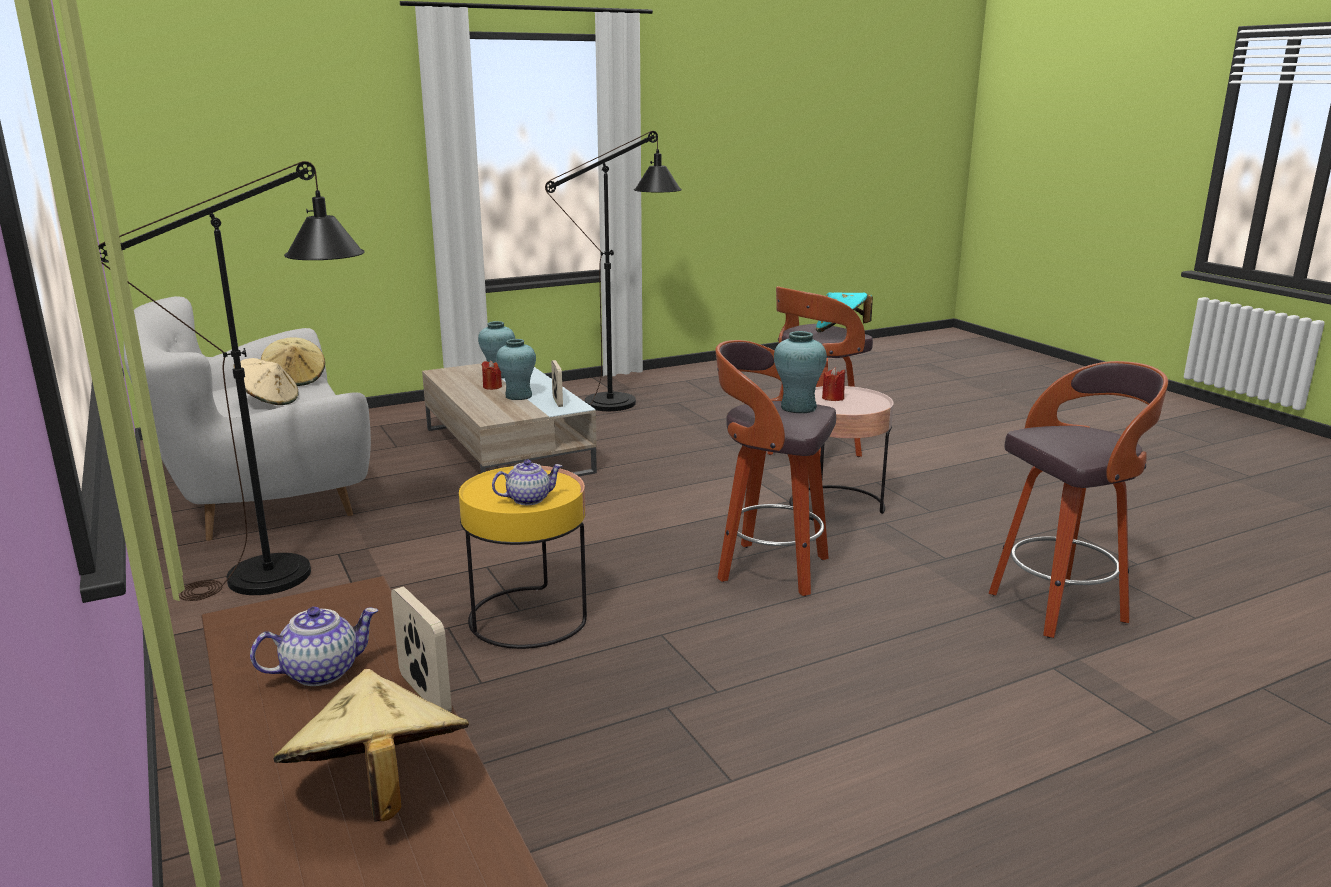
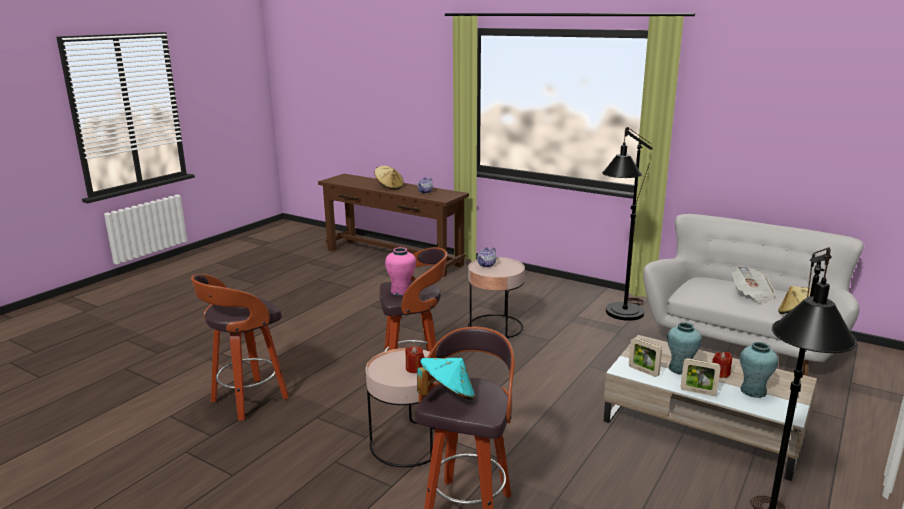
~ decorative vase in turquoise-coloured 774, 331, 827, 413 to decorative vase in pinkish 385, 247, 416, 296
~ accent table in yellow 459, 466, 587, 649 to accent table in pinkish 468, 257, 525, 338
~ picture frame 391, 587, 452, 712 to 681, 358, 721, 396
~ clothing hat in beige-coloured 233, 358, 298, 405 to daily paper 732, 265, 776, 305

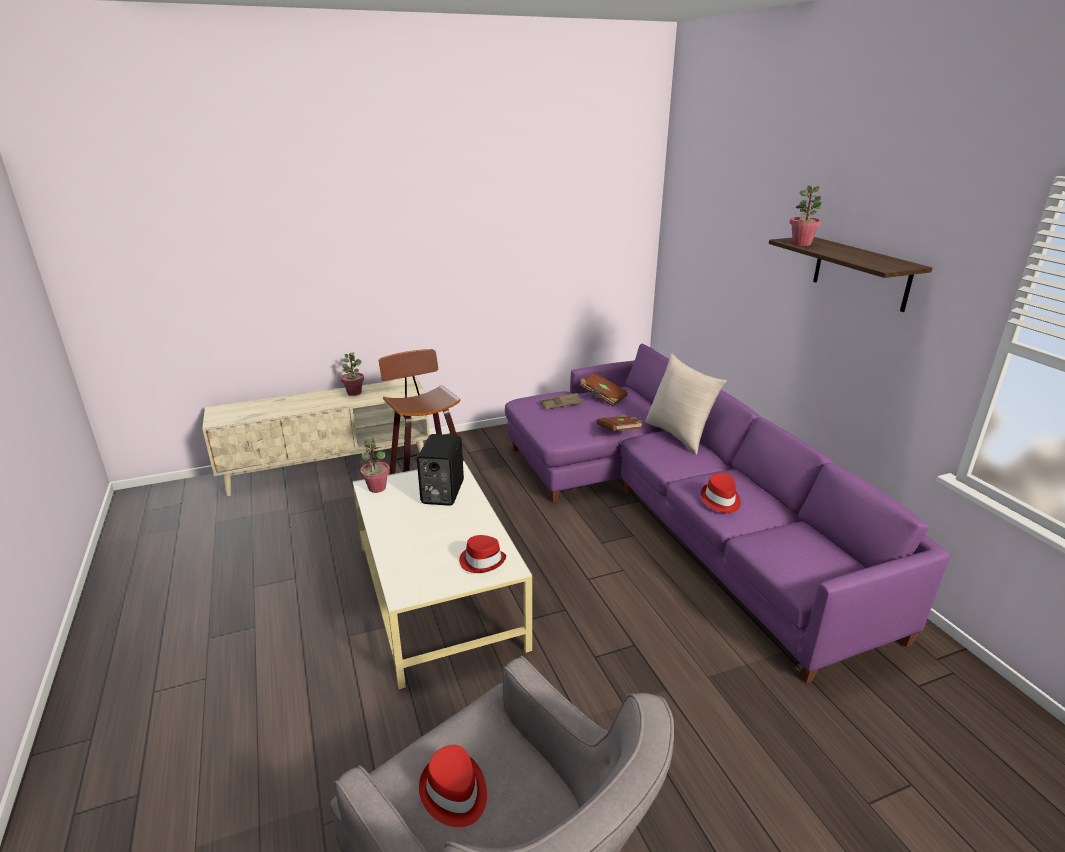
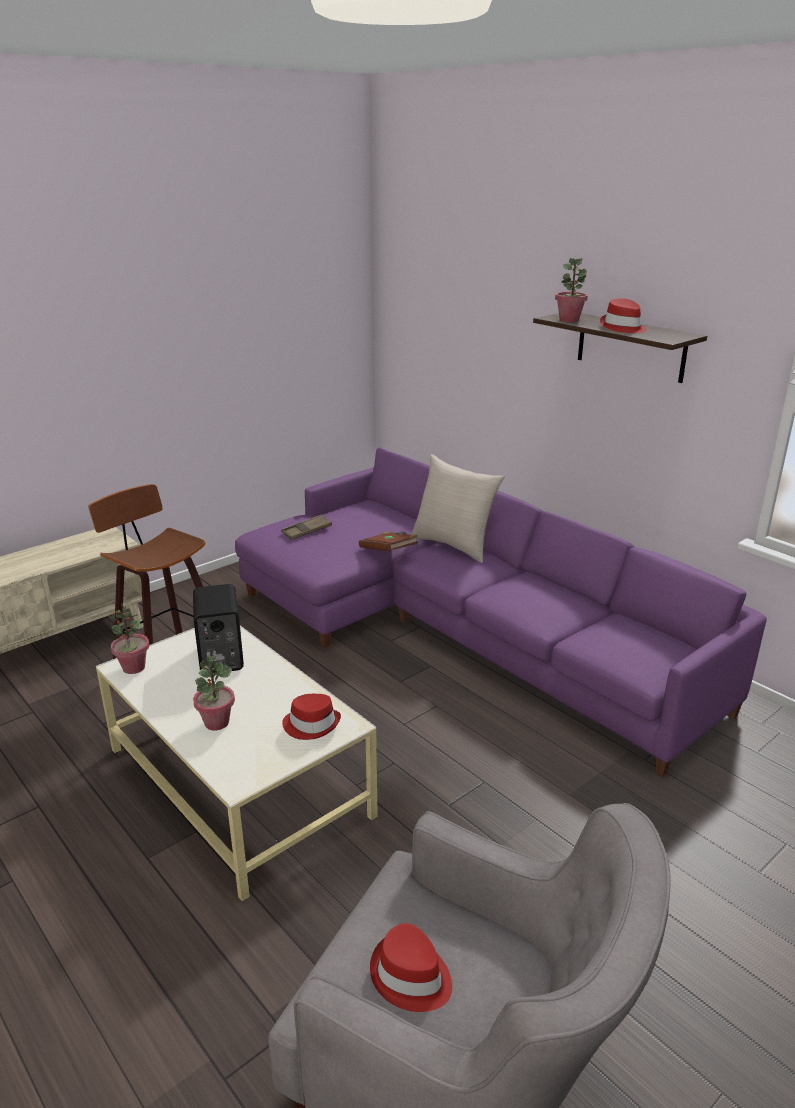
~ plant in a pot 341, 352, 364, 396 to 193, 655, 235, 730
~ clothing hat in reddish 701, 473, 741, 513 to 600, 298, 647, 333
- bound book in brown 579, 372, 628, 406

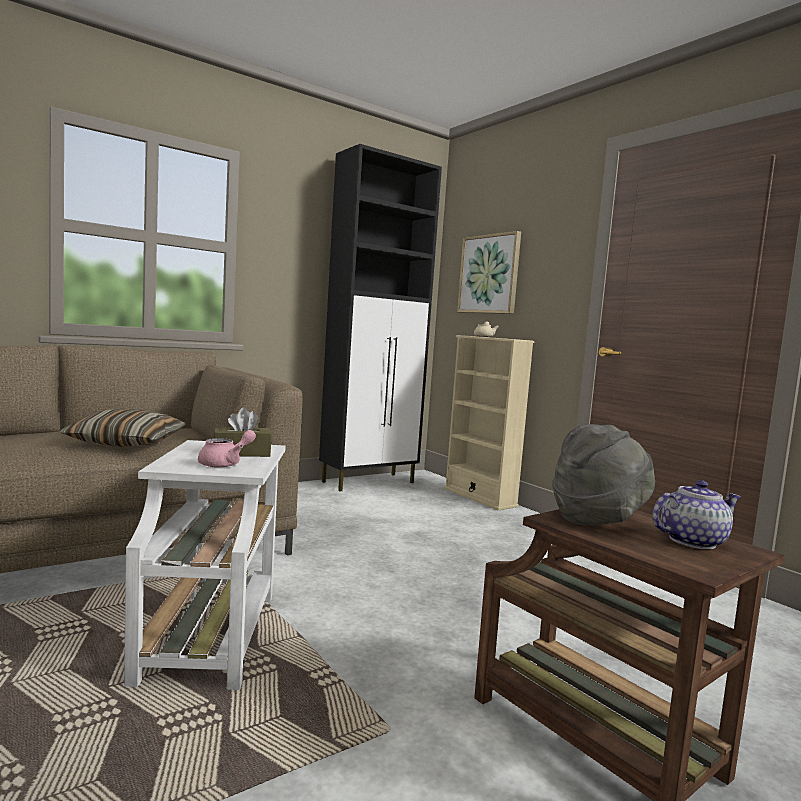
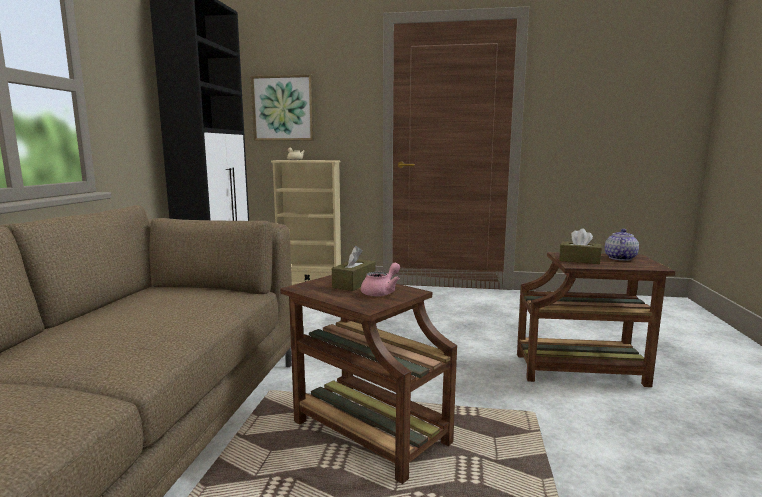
~ accent table in white 124, 440, 286, 690 to accent table in brown 280, 275, 457, 484
~ tea pot in pinkish 198, 430, 256, 468 = 361, 263, 400, 297 45 degrees clockwise
~ clothing hat in grey 552, 424, 655, 526 to tissue box in brown 559, 228, 602, 264
- throw pillow 60, 409, 186, 447

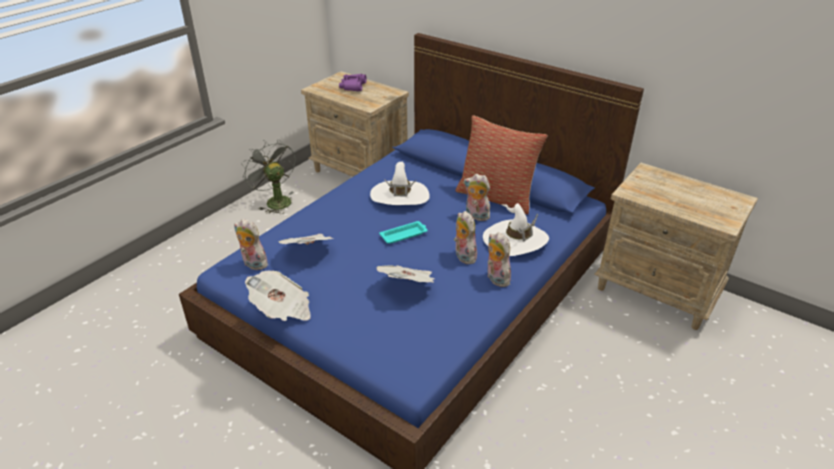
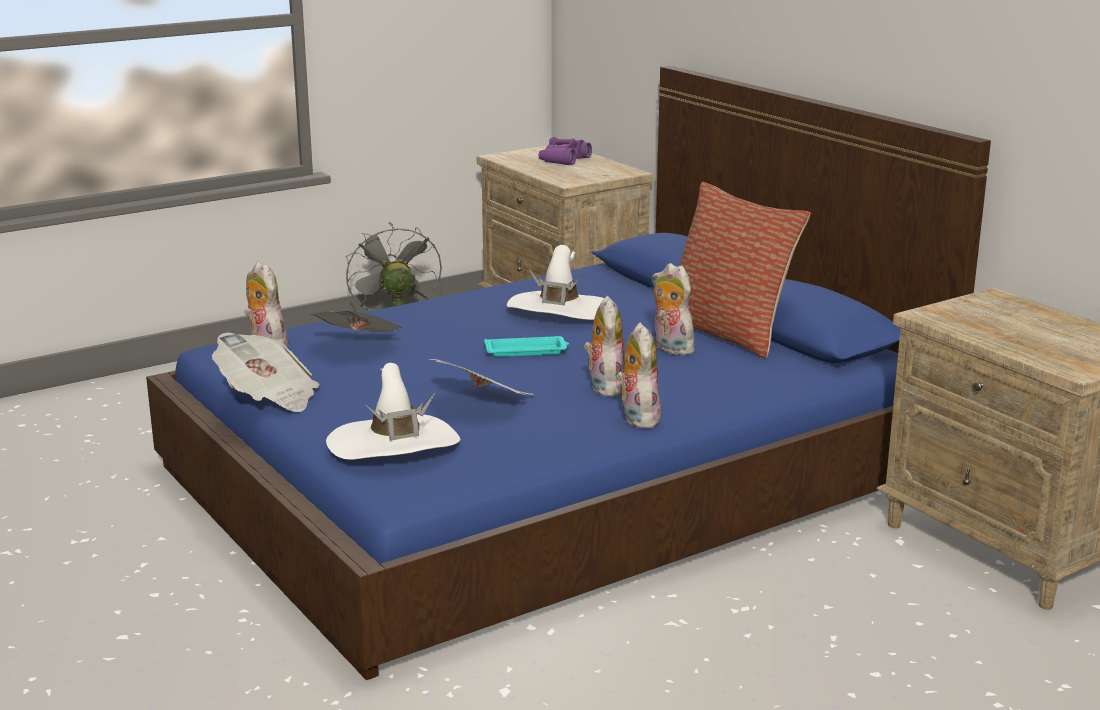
~ clothing hat in white 483, 203, 549, 256 to 326, 363, 460, 460

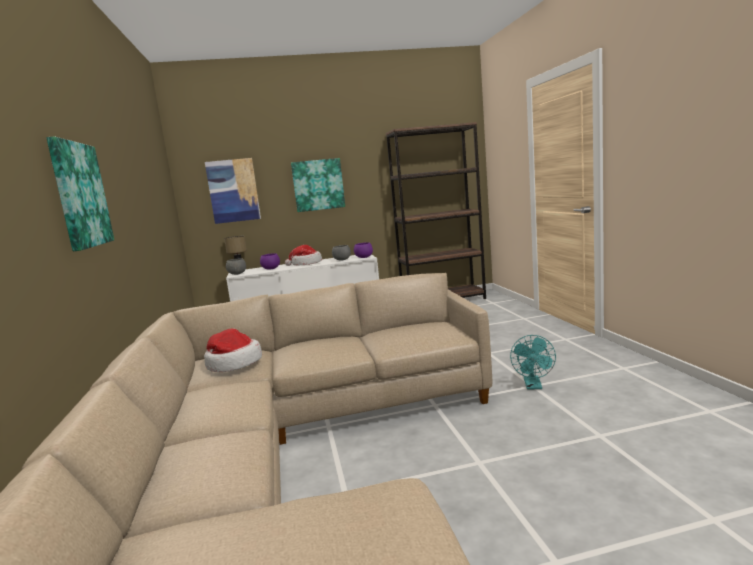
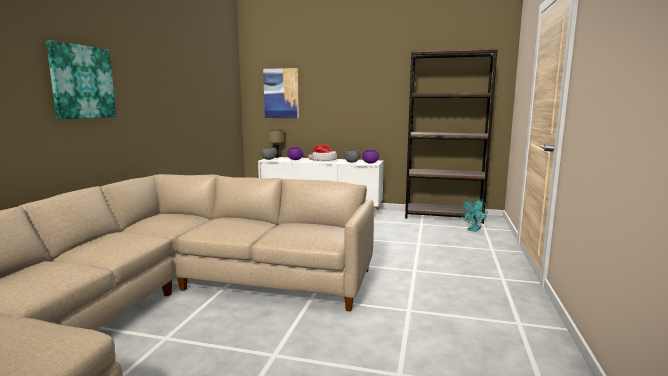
~ electric fan in turquoise-coloured 510, 335, 556, 390 to 461, 198, 487, 232
- clothing hat 204, 329, 262, 372
- picture 291, 158, 345, 212

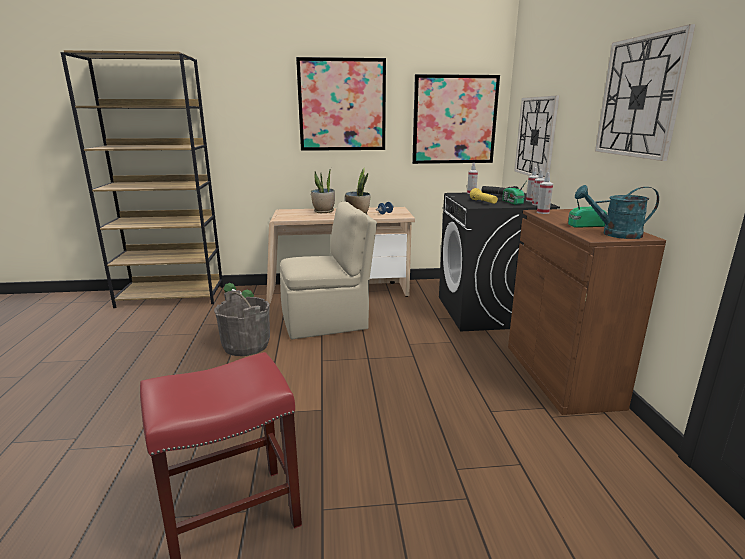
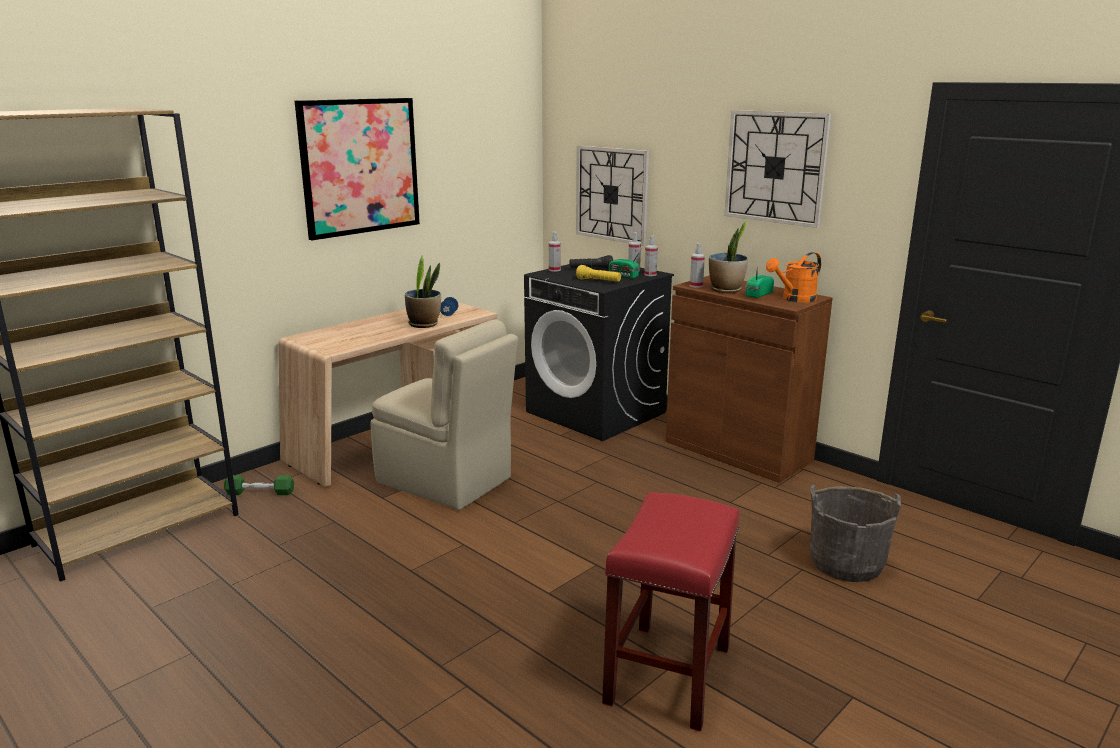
~ plain chair in beige-coloured 280, 202, 377, 340 = 370, 319, 518, 510 90 degrees clockwise
~ plant in a pot 311, 168, 335, 213 to 709, 220, 748, 293
~ watering can in turquoise-coloured 575, 185, 659, 239 to watering can in orange 766, 252, 821, 303
~ water bucket in grey 214, 290, 270, 356 to 810, 485, 901, 582
- picture 412, 74, 500, 164

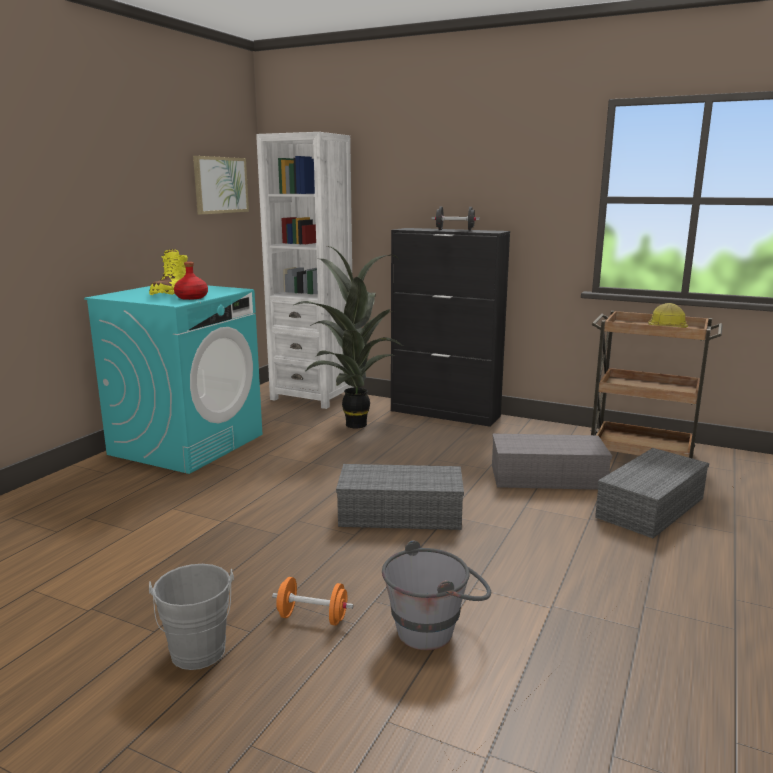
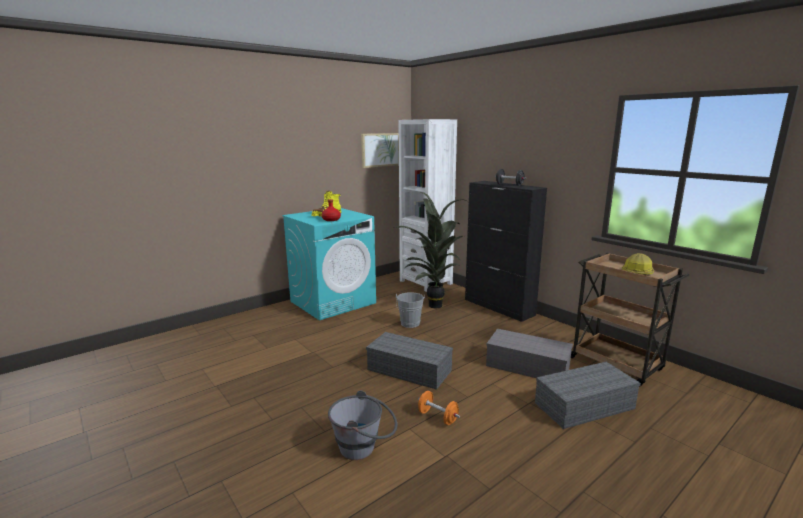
~ water bucket in grey 149, 564, 234, 670 to 396, 292, 425, 328
~ dumbbell in orange 272, 577, 353, 625 to 418, 391, 460, 425

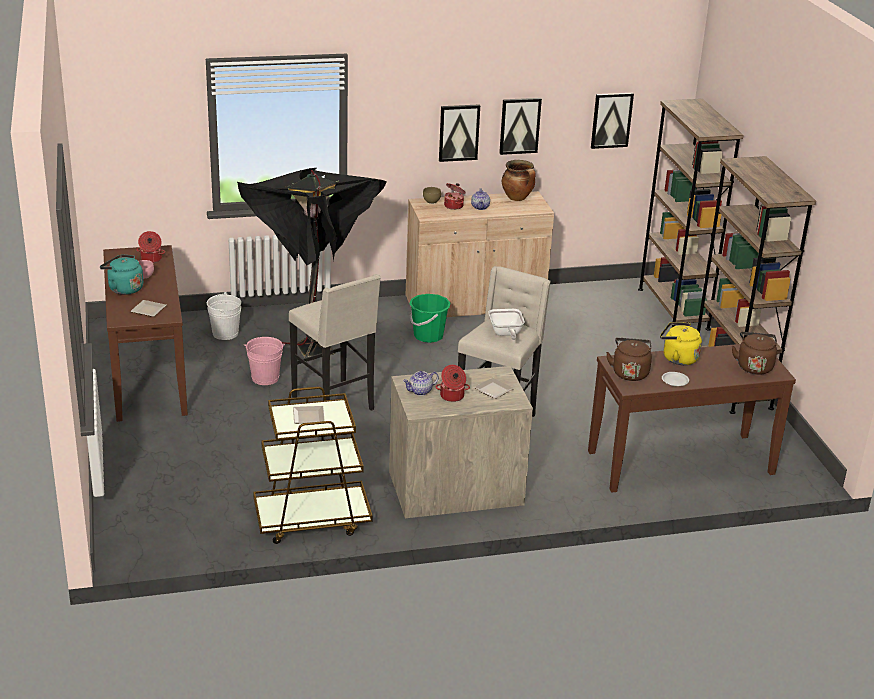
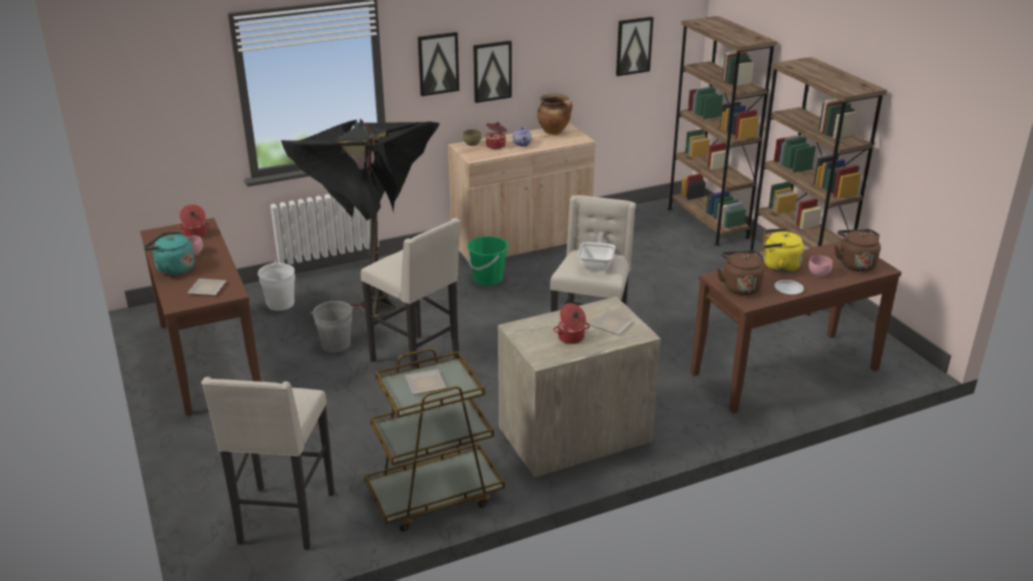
+ stool in beige-coloured 201, 377, 335, 550
~ water bucket in pinkish 244, 337, 285, 385 to water bucket in grey 310, 301, 354, 353
~ picture 499, 98, 542, 155 to 418, 32, 459, 96
~ skillet 488, 309, 525, 340 = 578, 232, 615, 271 150 degrees counterclockwise
+ serving bowl in pinkish 809, 255, 833, 277
- tea pot 403, 371, 439, 396

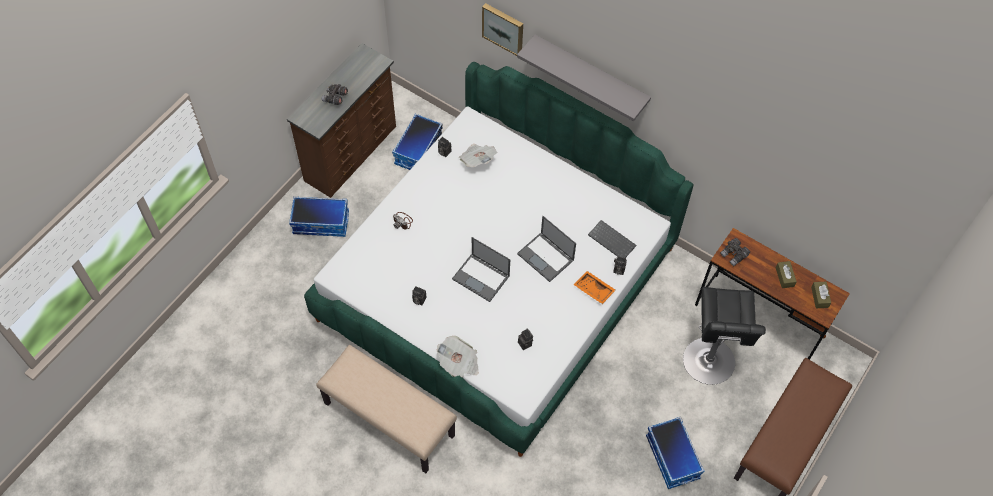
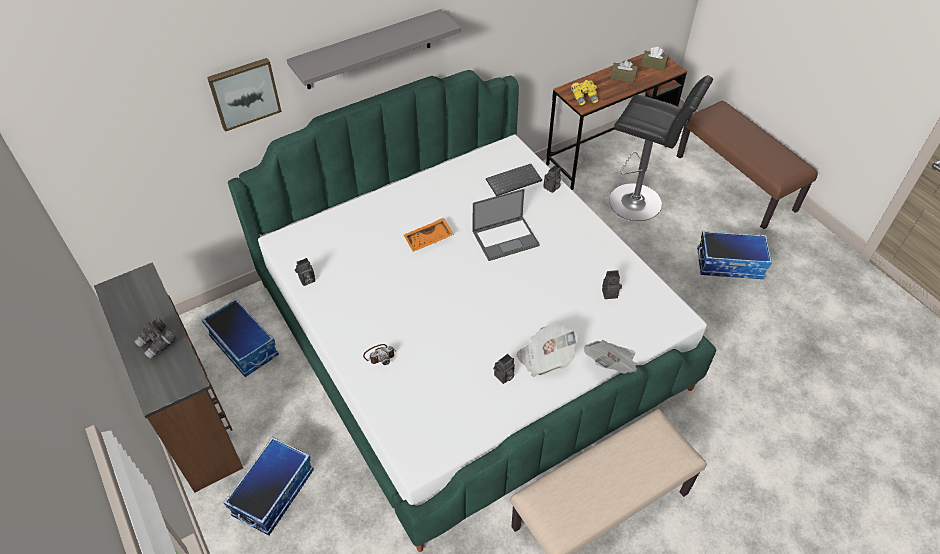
~ carrying tray in orange 573, 271, 616, 304 to 404, 218, 454, 252
~ daily paper 458, 144, 497, 167 to 516, 323, 579, 377
~ field glasses in grey 720, 238, 750, 266 to field glasses in yellow 571, 80, 598, 105
- portable computer 452, 237, 510, 302

